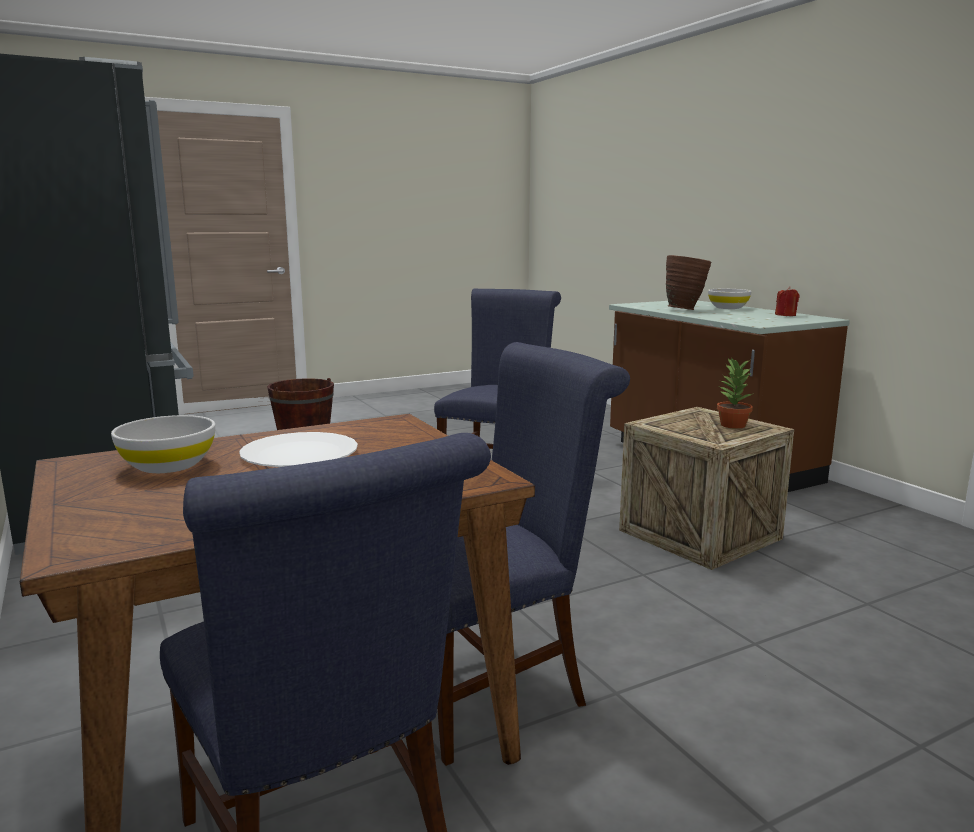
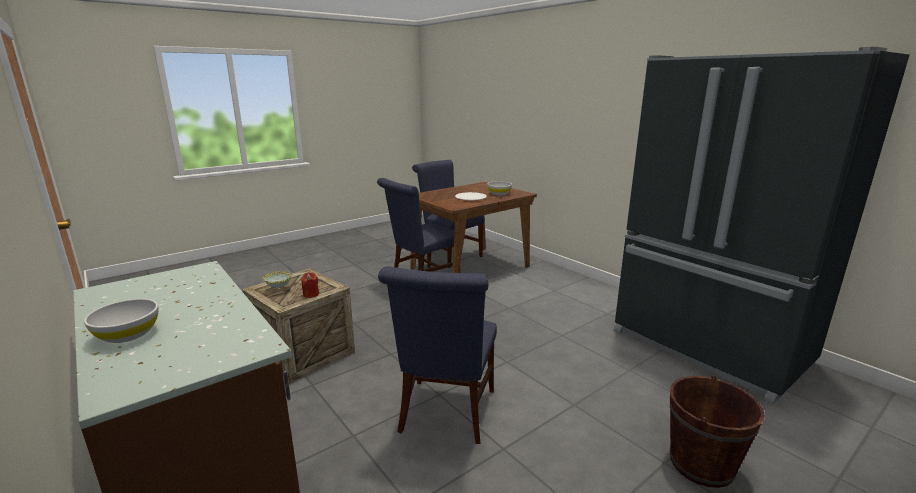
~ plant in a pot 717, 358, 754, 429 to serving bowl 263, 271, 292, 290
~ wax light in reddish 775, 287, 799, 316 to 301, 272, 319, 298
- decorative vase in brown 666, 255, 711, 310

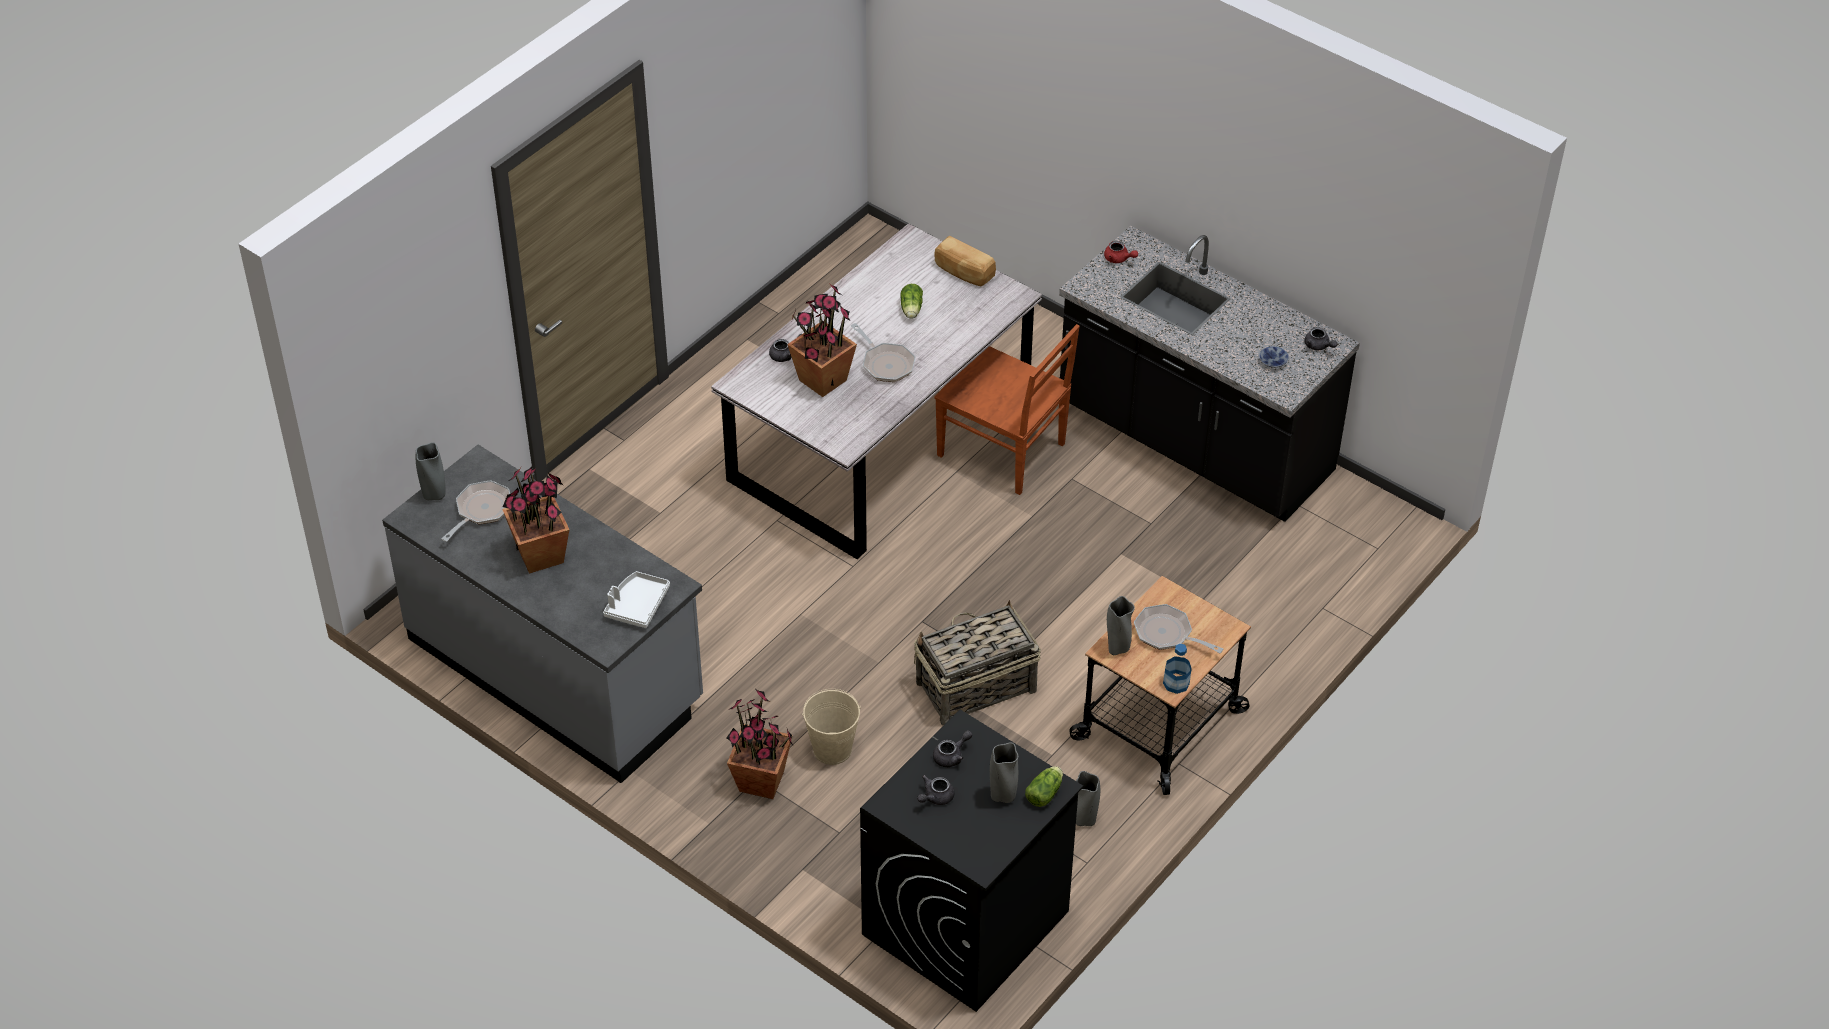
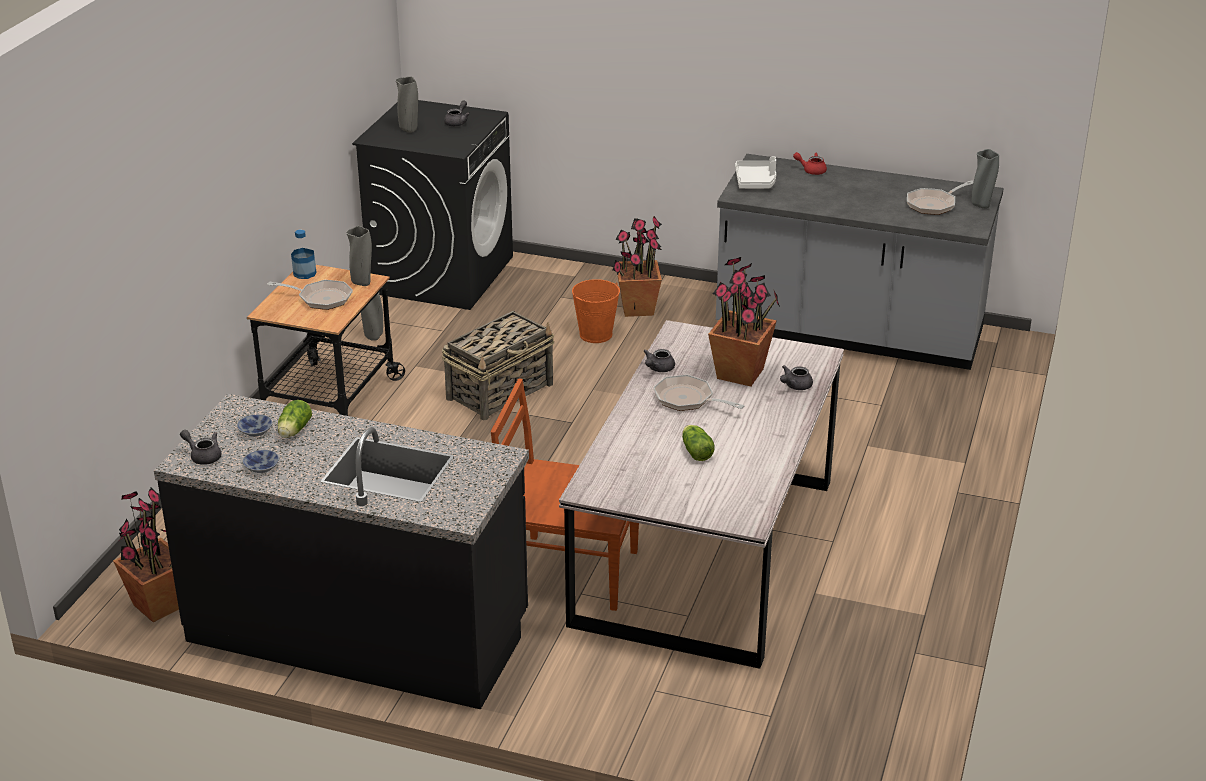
~ plant in a pot 502, 466, 569, 574 to 113, 487, 179, 622
+ serving bowl 243, 450, 279, 473
~ lettuce 1025, 766, 1063, 807 to 278, 400, 312, 438
~ water bucket in beige-coloured 802, 689, 861, 765 to water bucket in orange 572, 279, 620, 343
~ tea pot in grey 933, 730, 972, 767 to 644, 349, 675, 372
~ tea pot in reddish 1104, 241, 1138, 263 to 793, 152, 827, 175
~ skillet 441, 480, 510, 542 = 907, 181, 974, 215 45 degrees clockwise
- baked bread 934, 236, 996, 286

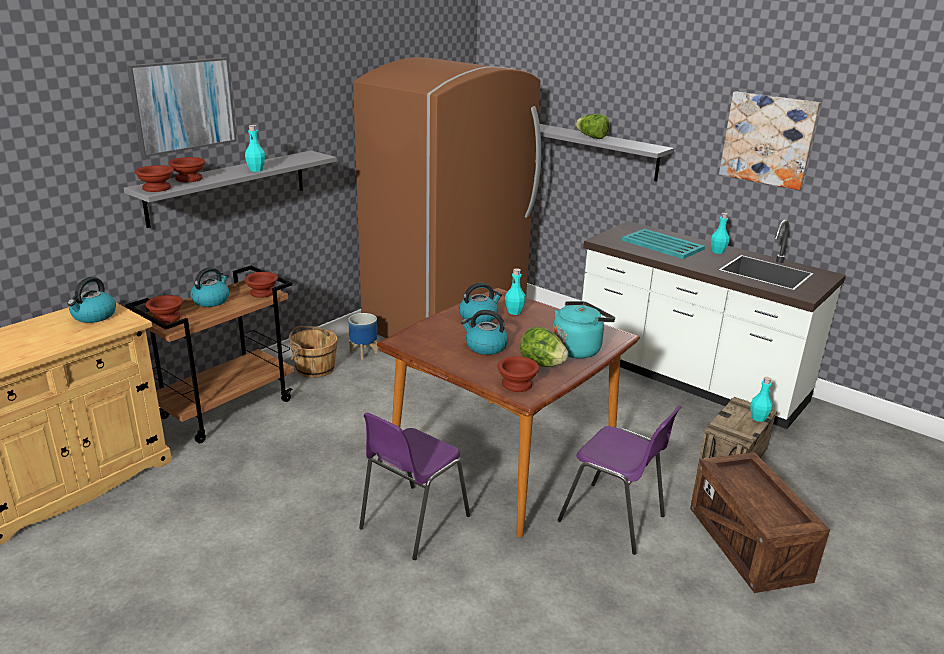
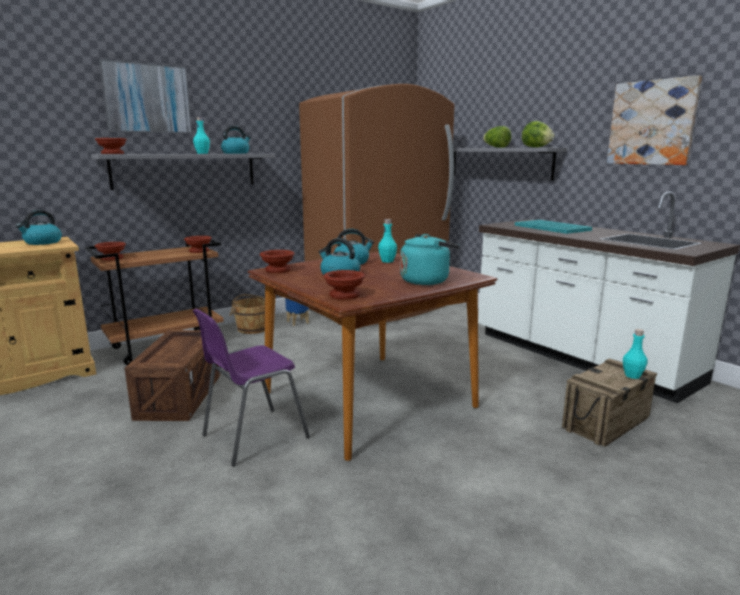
~ packing crate 690, 452, 830, 593 to 125, 330, 221, 421
~ kettle 190, 267, 229, 307 to 221, 126, 251, 154
~ serving bowl in brown 168, 157, 205, 182 to 260, 250, 295, 273
~ lettuce 520, 327, 569, 367 to 522, 121, 554, 147
- plain chair in purplish 558, 405, 682, 555
- bottle in turquoise-coloured 711, 213, 729, 254

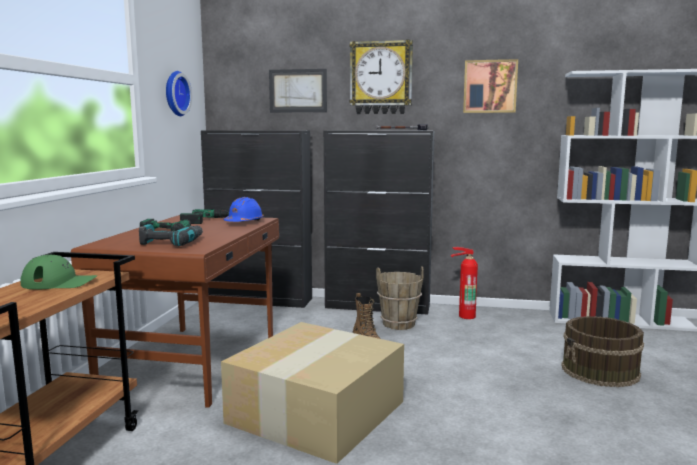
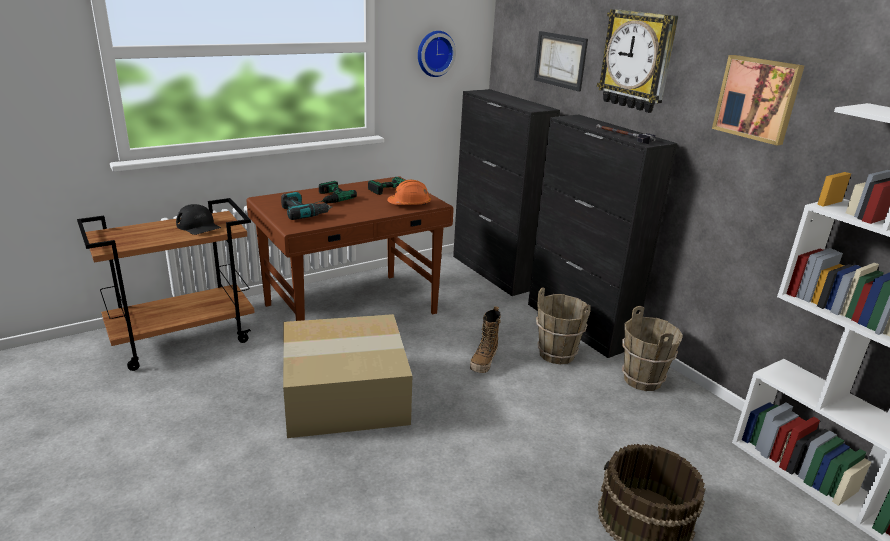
~ baseball cap in green 20, 255, 97, 290 to baseball cap in black 176, 204, 221, 235
~ work helmet in bluish 223, 197, 264, 222 to work helmet in orange 387, 180, 431, 205
~ fire extinguisher 451, 247, 478, 319 to water bucket in brown 622, 306, 683, 391

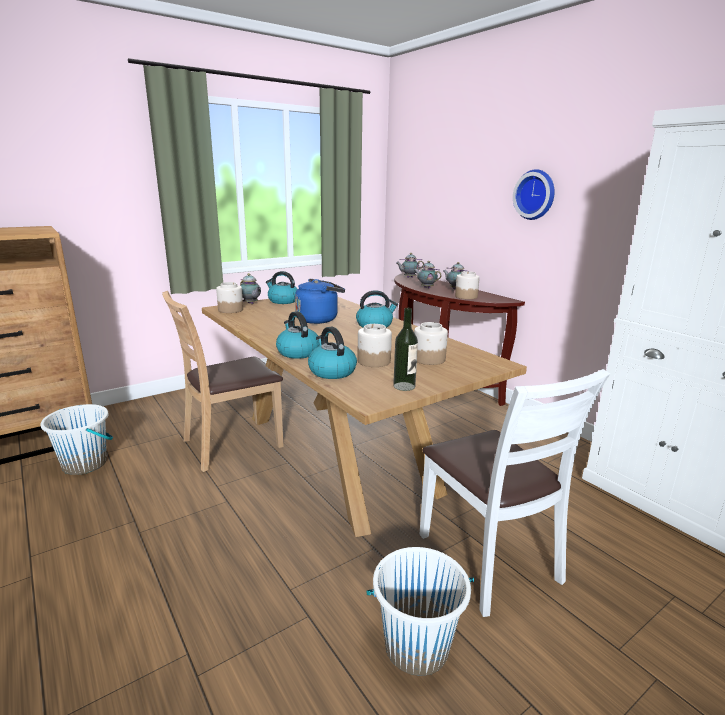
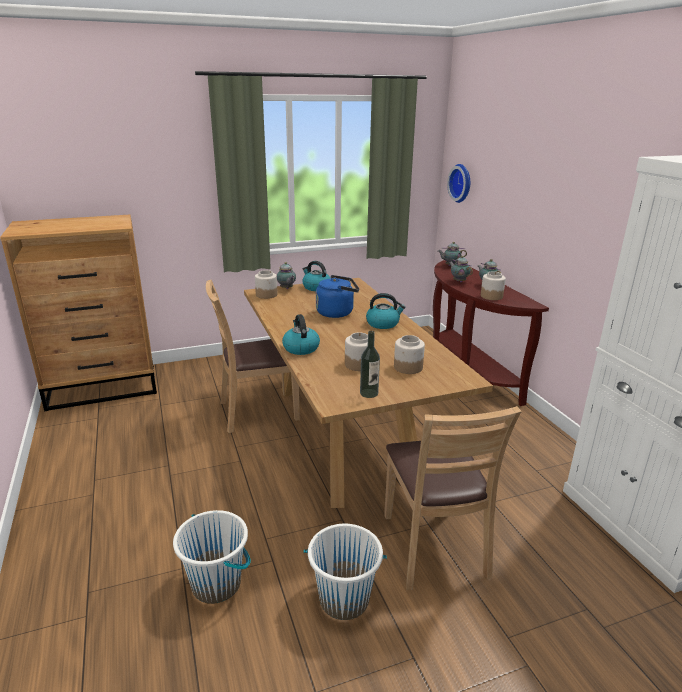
~ water bucket in white 40, 404, 113, 475 to 173, 510, 251, 604
~ plain chair in white 420, 369, 610, 617 to plain chair in brown 384, 406, 522, 590
~ wall clock 513, 169, 555, 220 to 447, 164, 470, 203
- kettle 308, 327, 357, 379

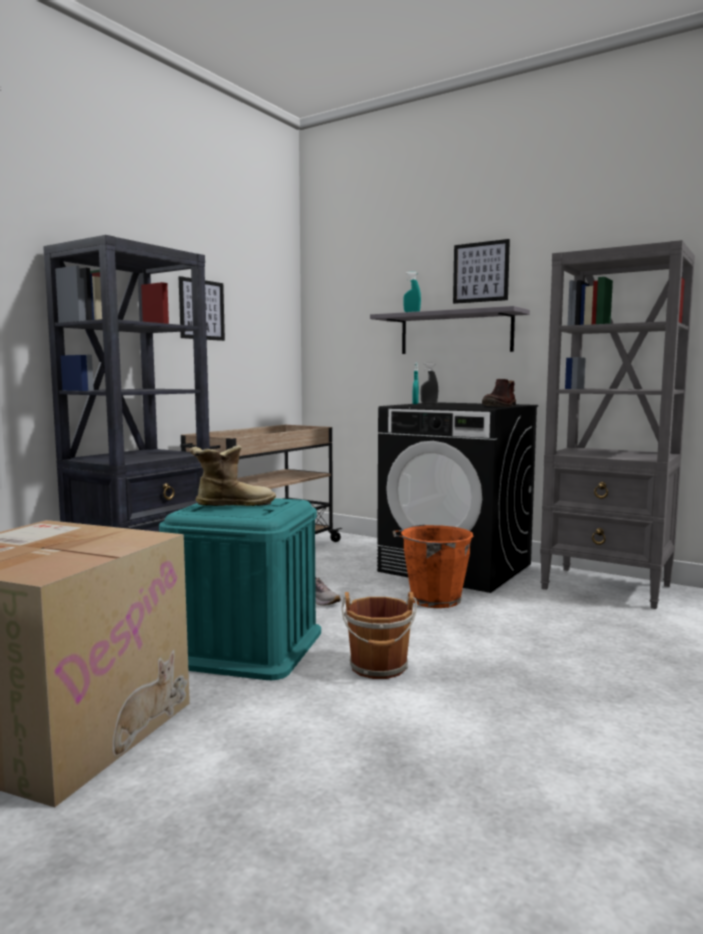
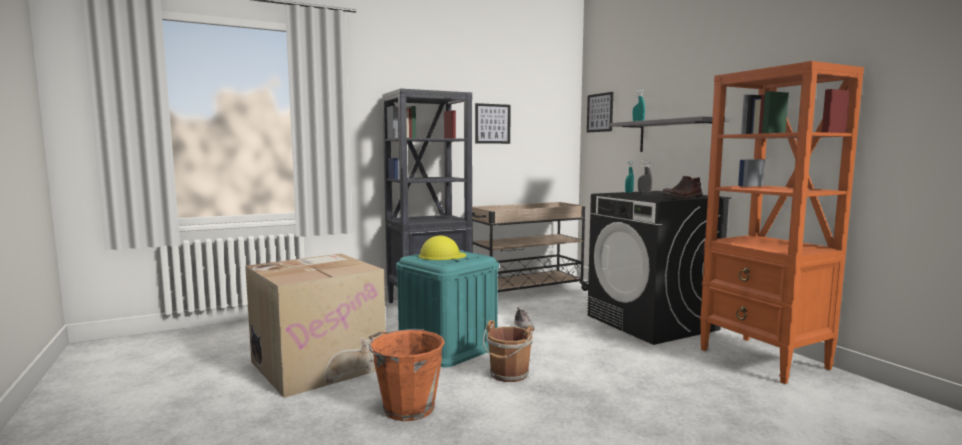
~ water bucket in orange 393, 525, 474, 608 to 369, 329, 445, 421
~ tall boot 190, 445, 276, 506 to work helmet in yellow 418, 236, 466, 260
~ picture 453, 239, 510, 304 to 587, 92, 613, 132
~ shelving unit in grey 540, 240, 695, 609 to shelving unit in orange 700, 61, 864, 384

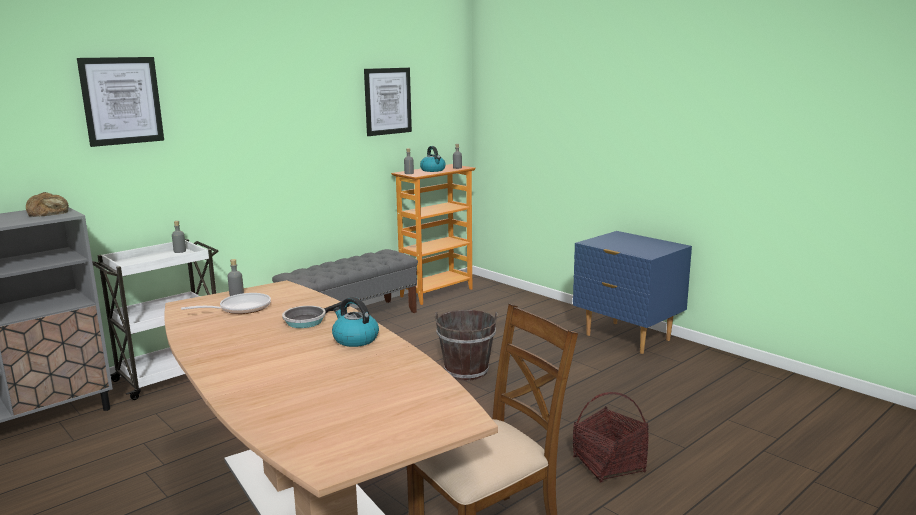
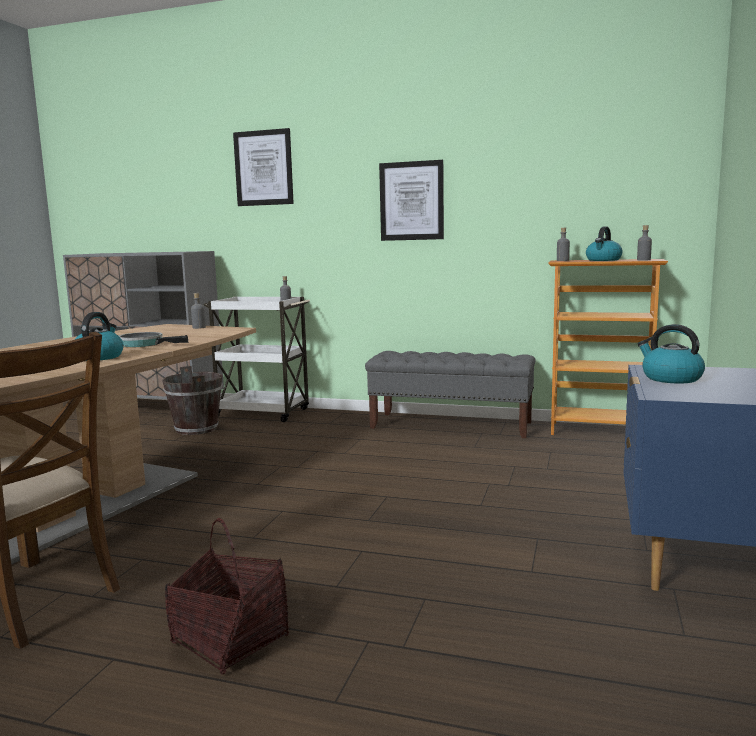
~ water bucket in brown 435, 310, 497, 381 to 162, 366, 223, 435
~ picture 364, 68, 412, 136 to 379, 160, 444, 241
+ kettle 638, 324, 705, 384
- baked bread 26, 192, 69, 217
- skillet 181, 293, 271, 314

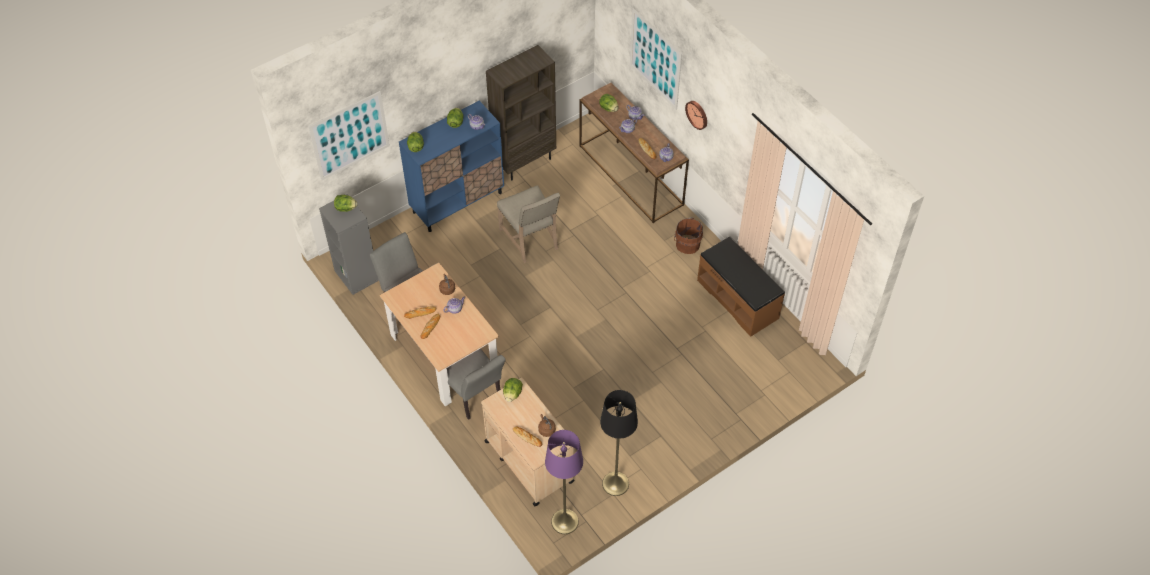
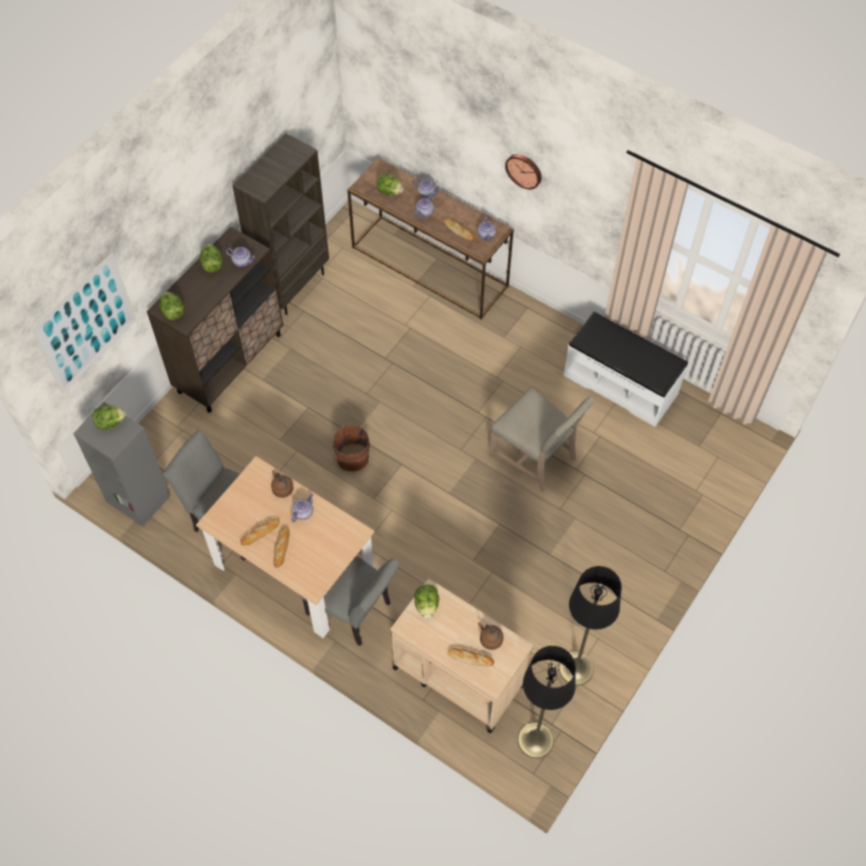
~ storage cabinet in bluish 399, 101, 504, 232 to storage cabinet in brown 147, 227, 283, 413
~ water bucket in brown 674, 217, 703, 254 to 333, 423, 370, 471
~ plain chair in beige-coloured 497, 185, 560, 263 to 489, 387, 595, 493
~ standing lamp in purplish 545, 430, 583, 534 to standing lamp in black 518, 646, 576, 758
~ indoor bench in brown 697, 236, 785, 337 to indoor bench in white 564, 312, 688, 427
- picture 630, 8, 682, 110

